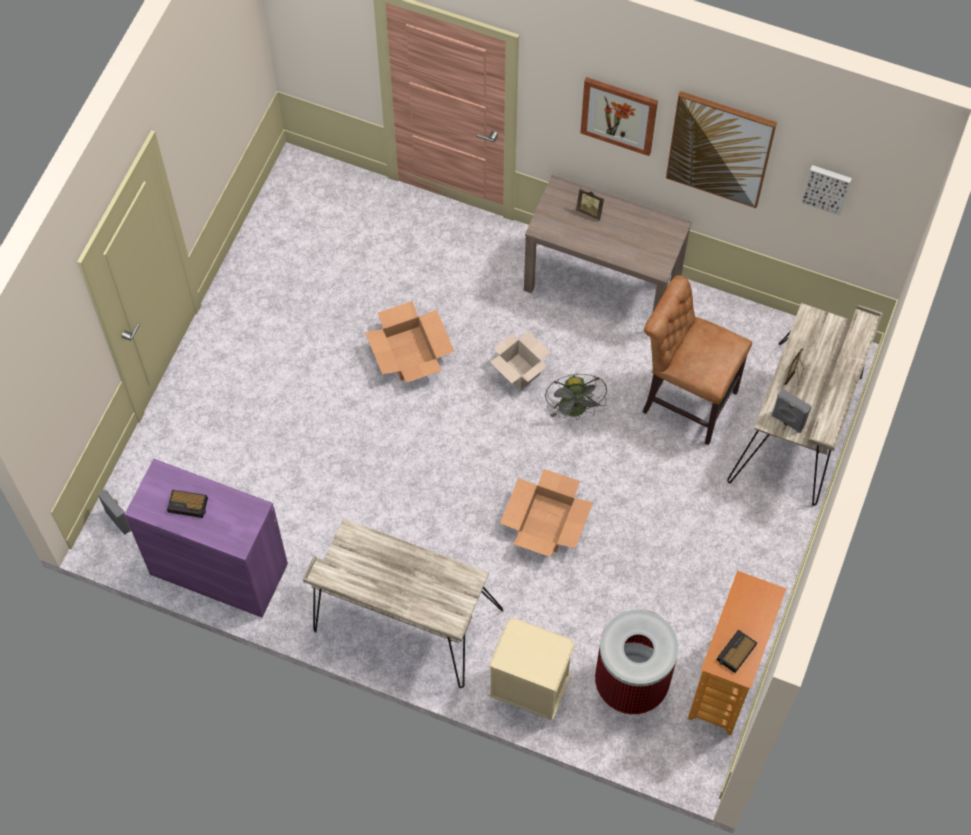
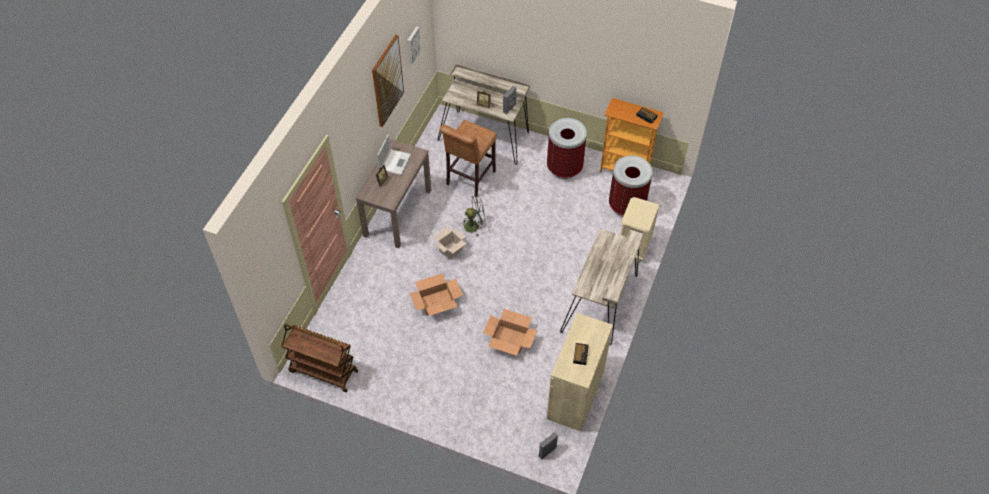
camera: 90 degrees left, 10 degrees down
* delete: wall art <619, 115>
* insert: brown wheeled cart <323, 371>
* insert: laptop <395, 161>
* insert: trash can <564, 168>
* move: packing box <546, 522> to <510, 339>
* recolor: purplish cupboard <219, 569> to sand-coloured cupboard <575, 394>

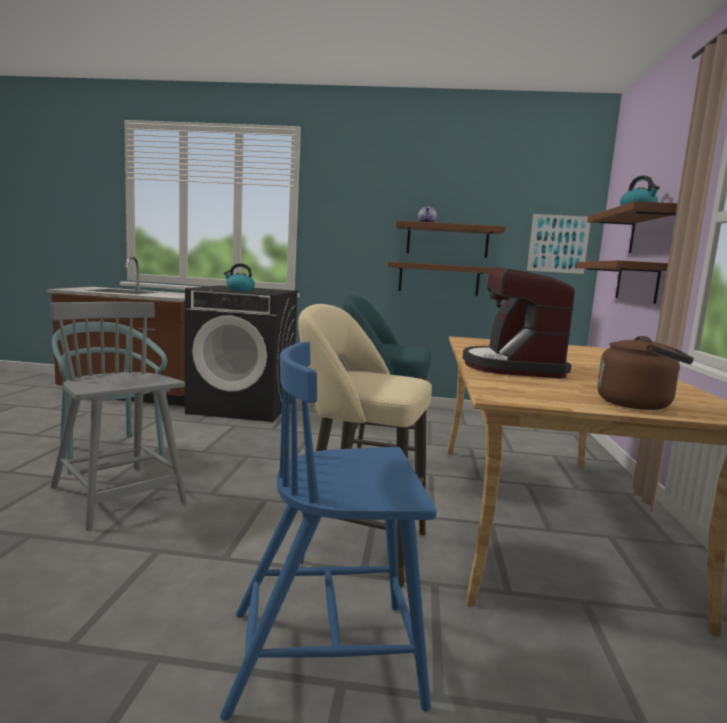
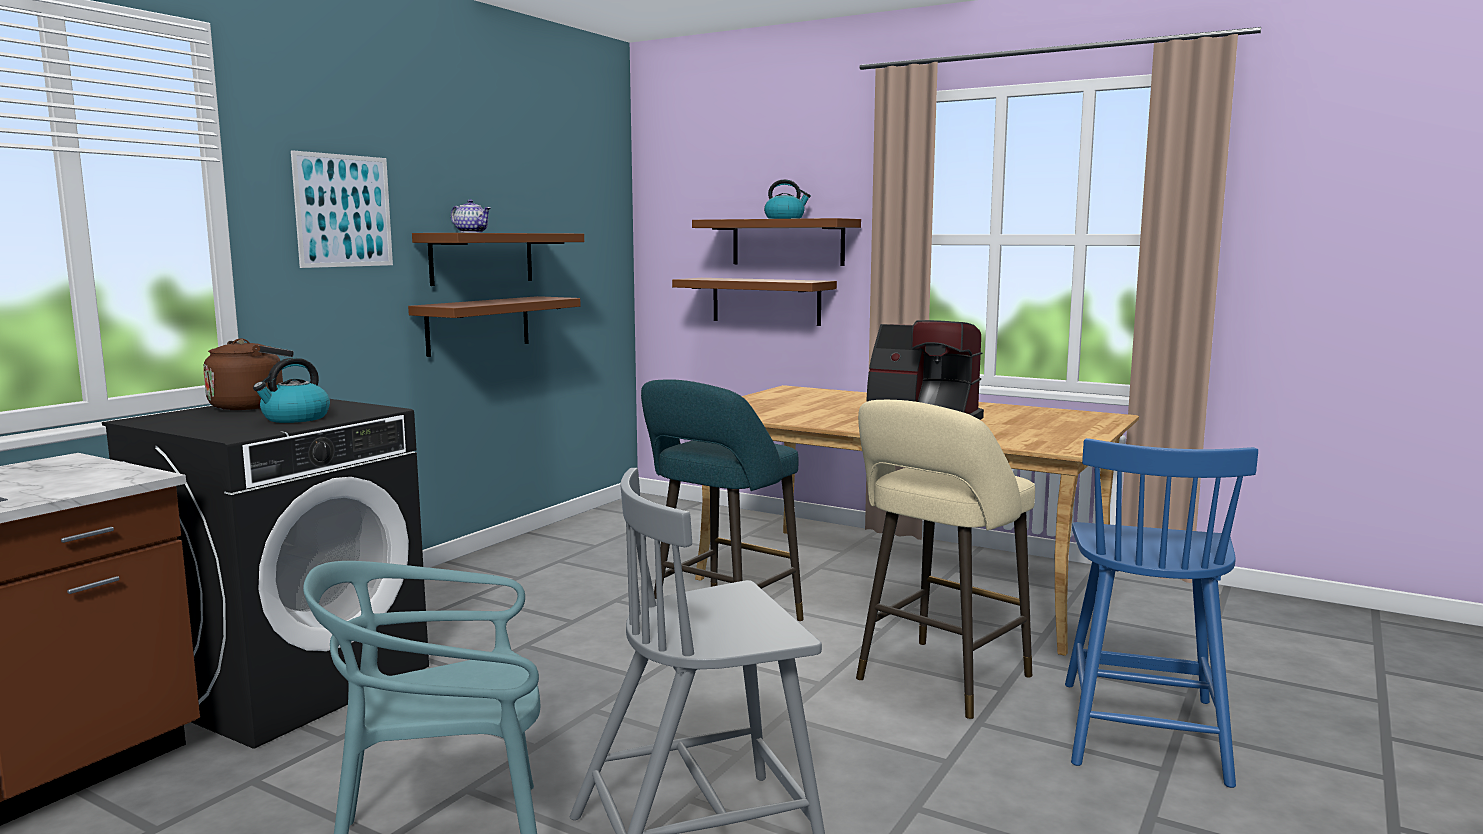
camera: 65 degrees left, 0 degrees up
* move: wall art <558, 244> to <343, 211>
* move: brown kettle <638, 404> to <251, 406>

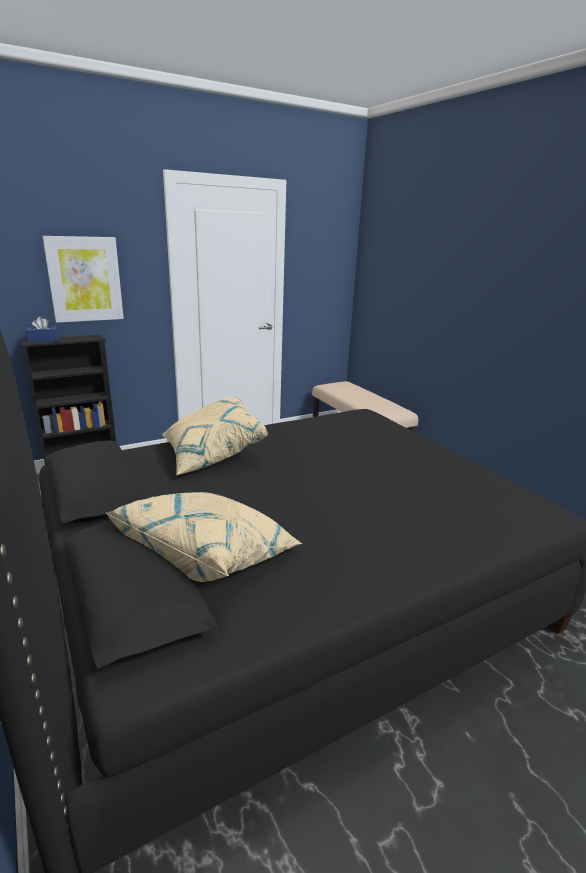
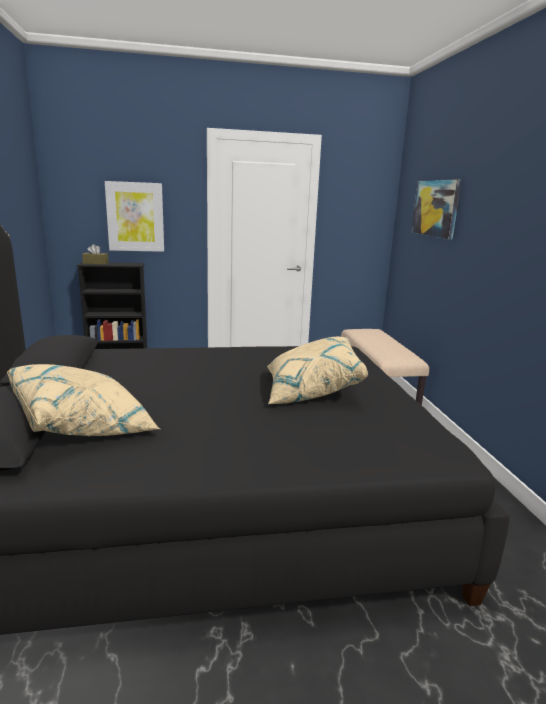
camera: 20 degrees right, 5 degrees down
* insert: wall art <436, 208>
* move: sand-coloured throw pillow <211, 454> to <310, 391>
* recolor: blue-coloured tissue holder <43, 340> to brown tissue holder <95, 263>

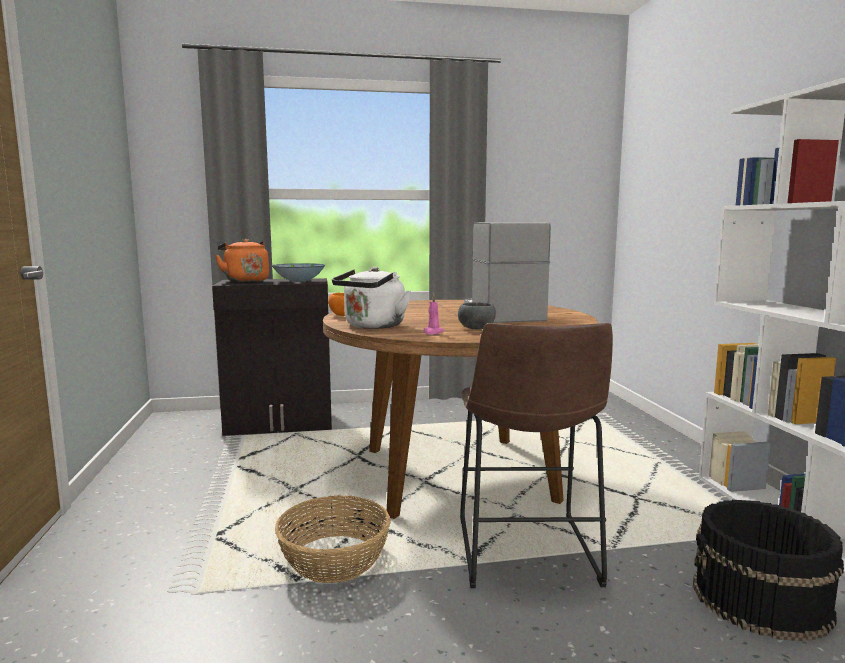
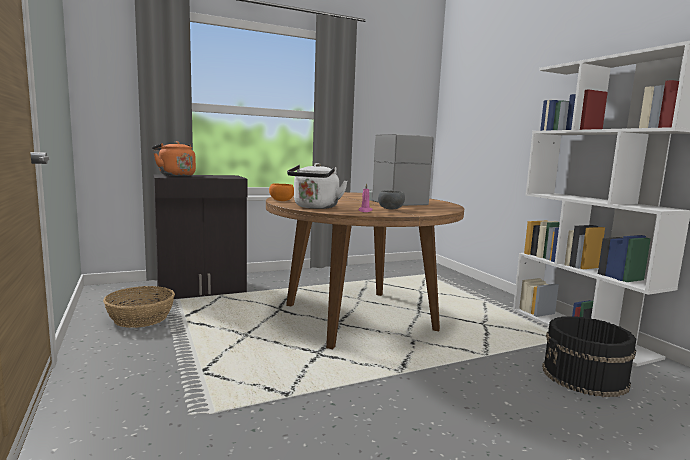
camera: 15 degrees left, 0 degrees up
* delete: serving bowl <299, 281>
* delete: brown stool <526, 556>
* move: household basket <334, 558> to <141, 318>

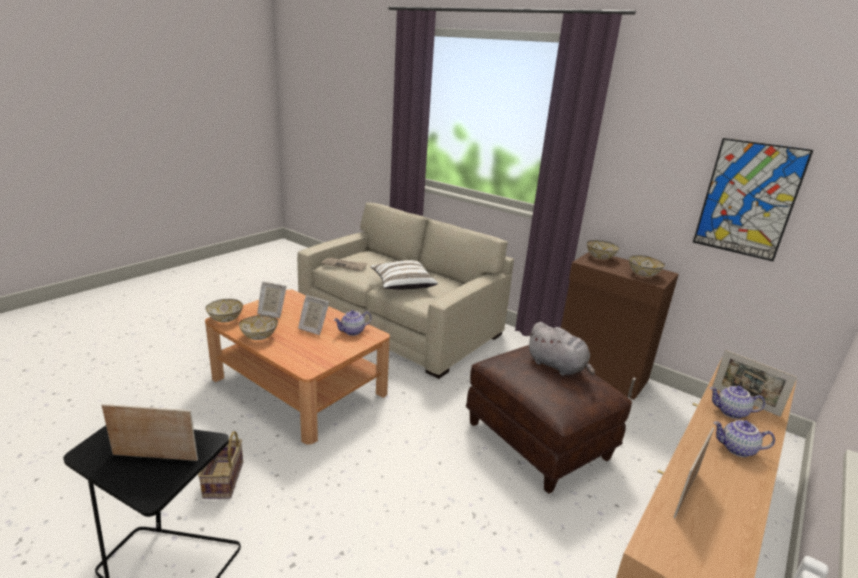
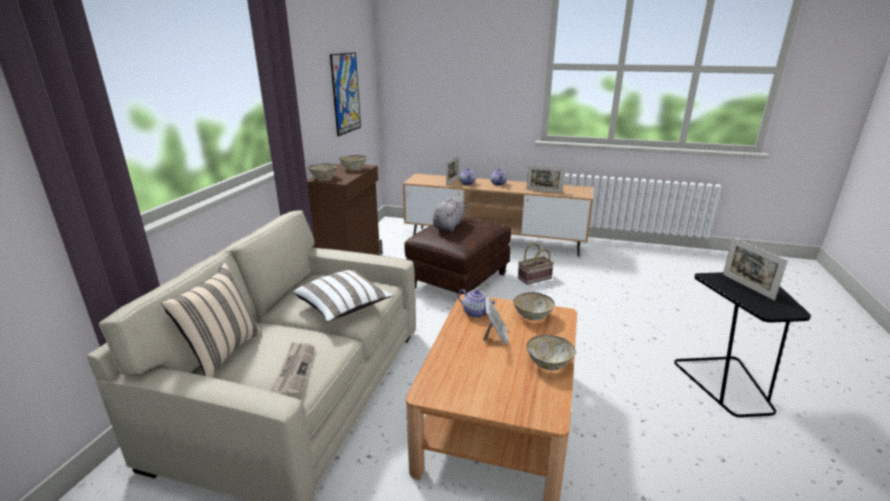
camera: 110 degrees left, 0 degrees up
* delete: photo frame <271, 313>
* insert: sand-coloured throw pillow <223, 352>
* move: household basket <223, 479> to <534, 279>
* move: serving bowl <225, 319> to <533, 316>

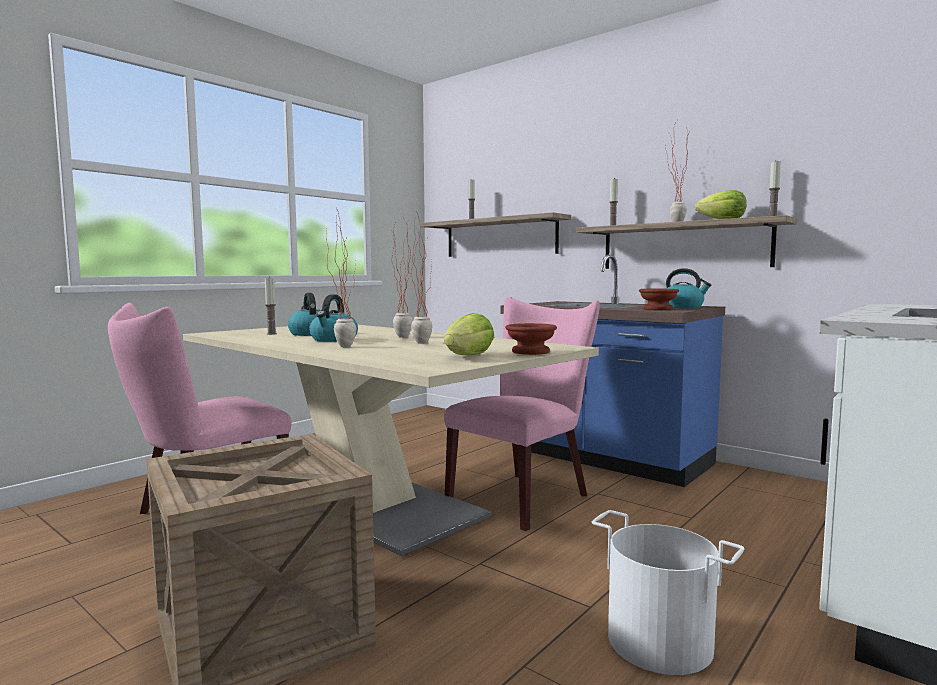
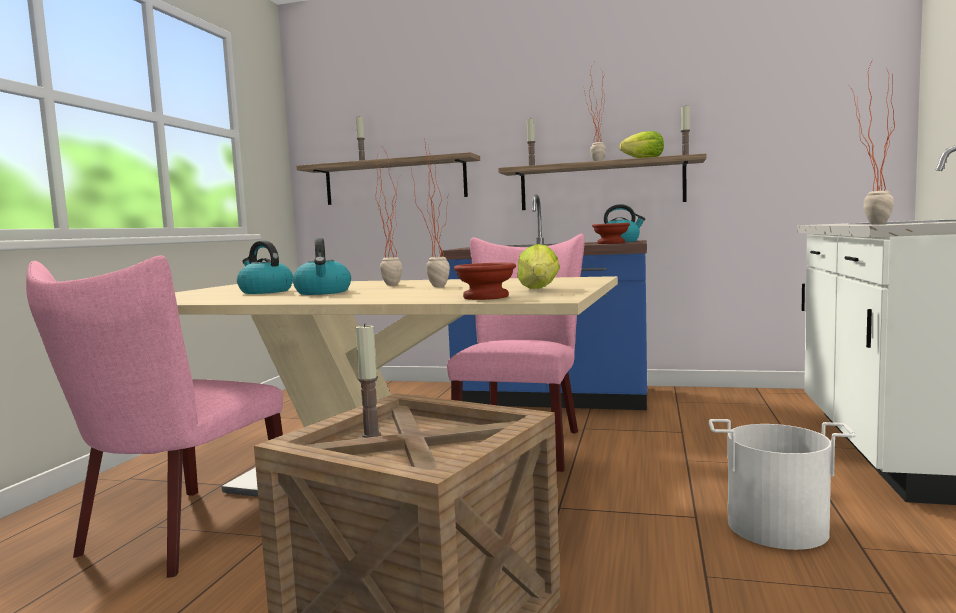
camera: 25 degrees left, 0 degrees up
* move: wax candle <271, 334> to <371, 434>
* move: houseplant <343, 345> to <868, 224>
* move: brown serving bowl <529, 352> to <485, 297>

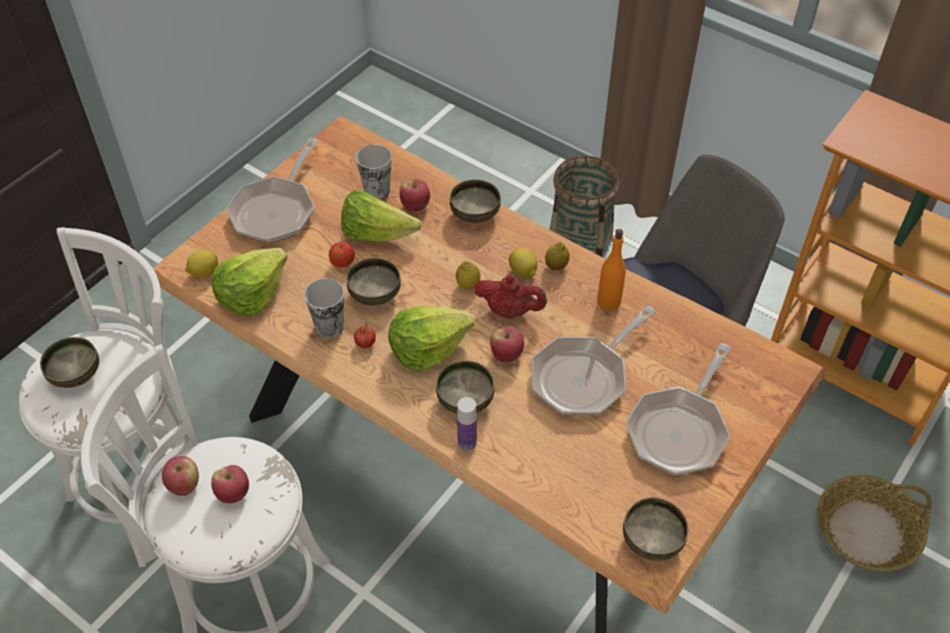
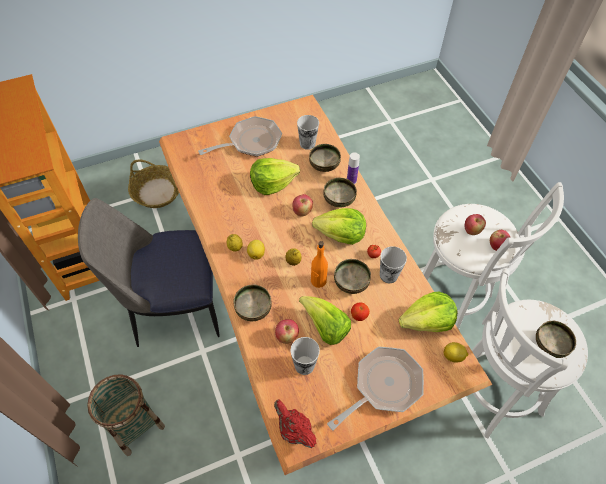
camera: 150 degrees left, 5 degrees up
* insert: small cup <307, 143>
* move: red teapot <510, 311> to <293, 430>
* move: orange beverage bottle <608, 301> to <318, 281>
* move: serving bowl <651, 540> to <324, 166>
* replace: pan <584, 376> to head of lettuce <272, 183>

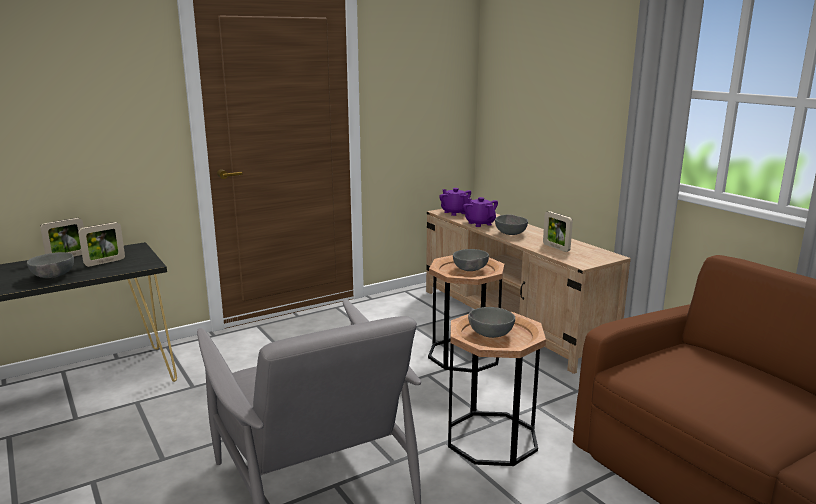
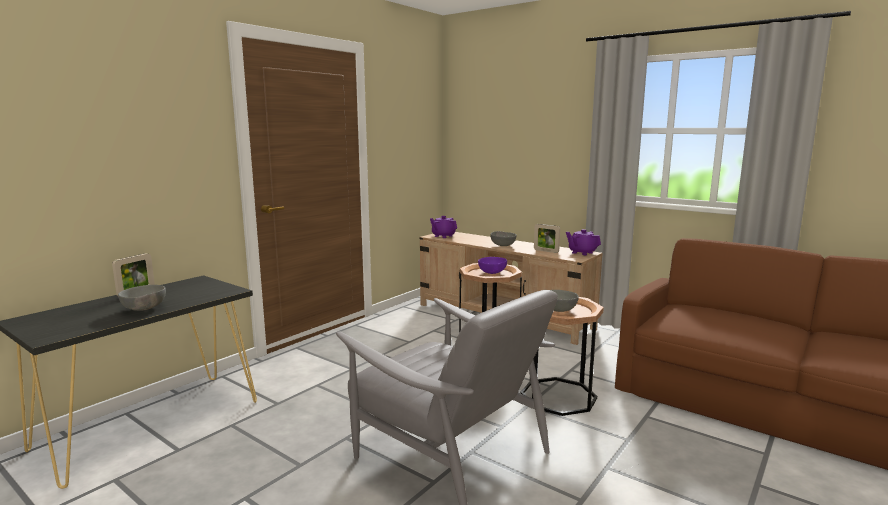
camera: 20 degrees left, 5 degrees down
* delete: photo frame <105, 262>
* move: purplish teapot <480, 223> to <582, 252>
* recolor: gray serving bowl <470, 270> to purplish serving bowl <492, 273>

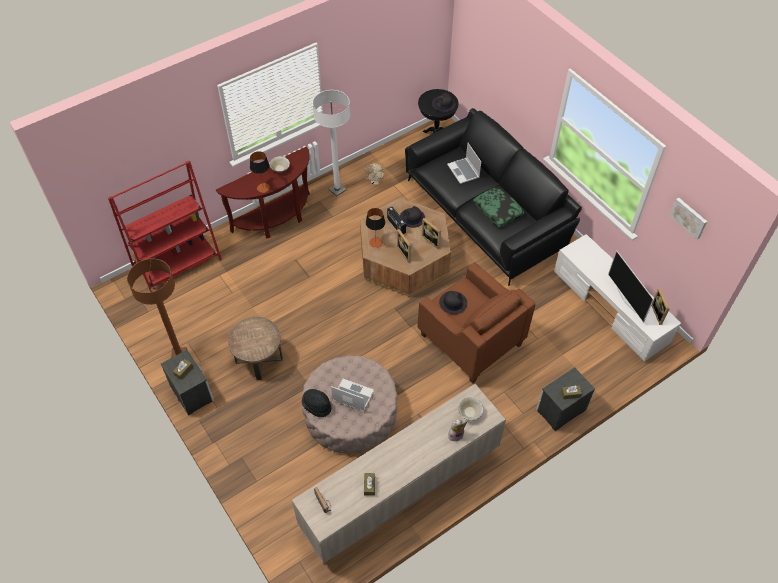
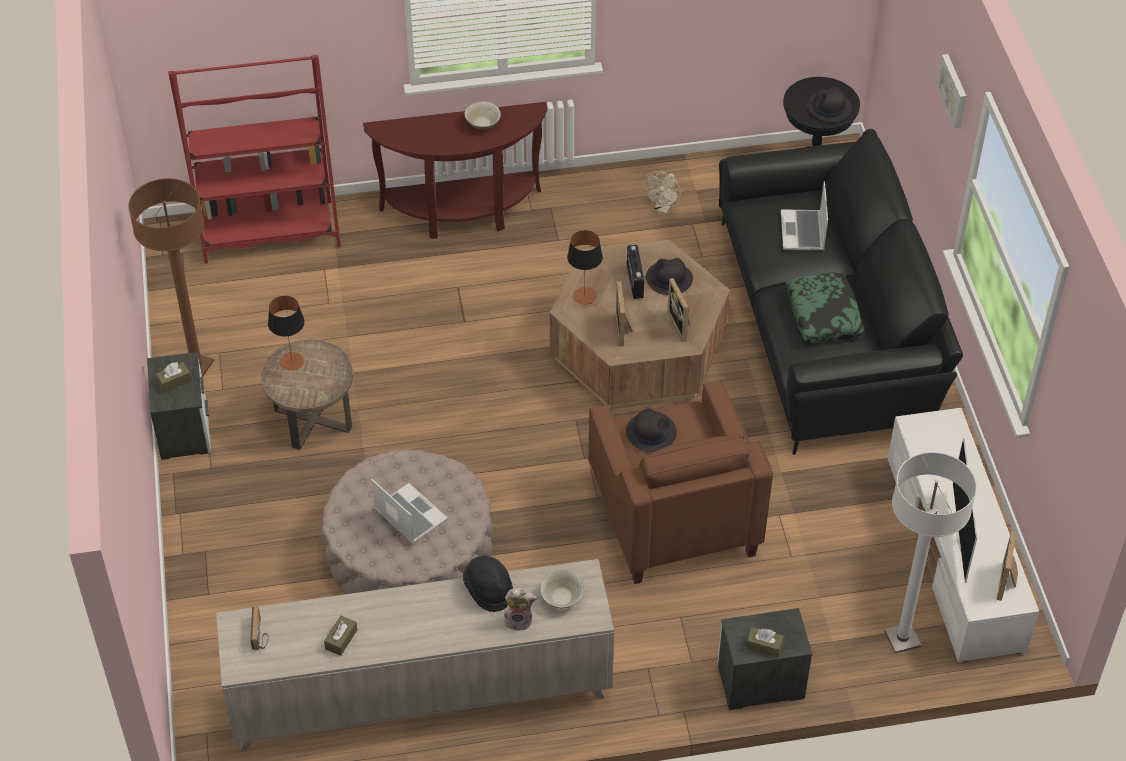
camera: 25 degrees right, 5 degrees down
* move: lamp for a table <263, 188> to <291, 361>
* move: blackish wearable hat <317, 406> to <489, 590>
* move: white standard lamp <337, 190> to <902, 639>
* move: wall art <689, 217> to <954, 90>

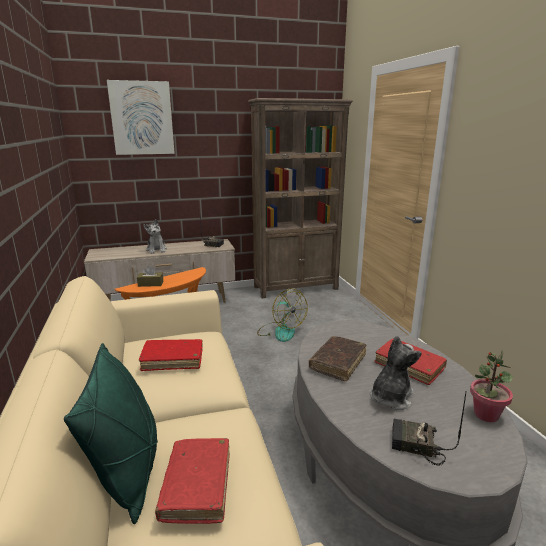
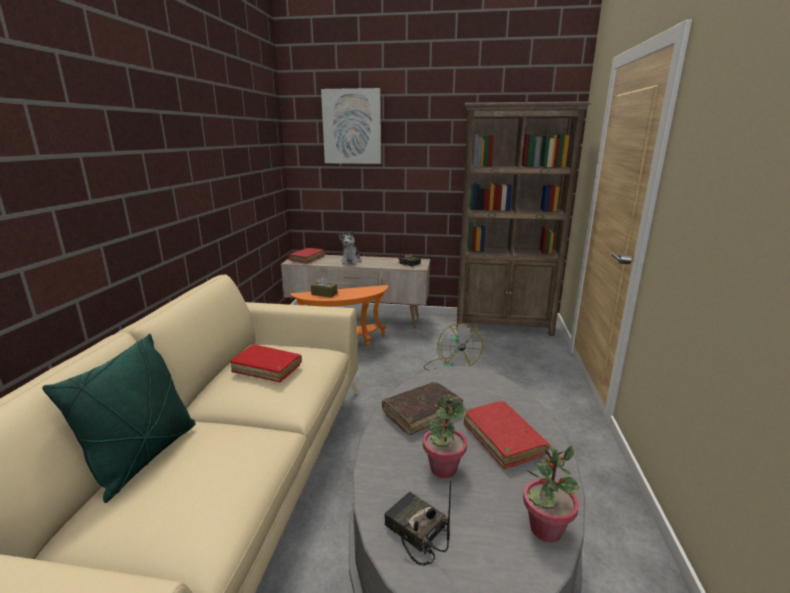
camera: 25 degrees right, 0 degrees up
* move: red volume <197, 486> to <307, 259>
* replace: cuddly toy <390, 397> to houseplant <443, 468>

